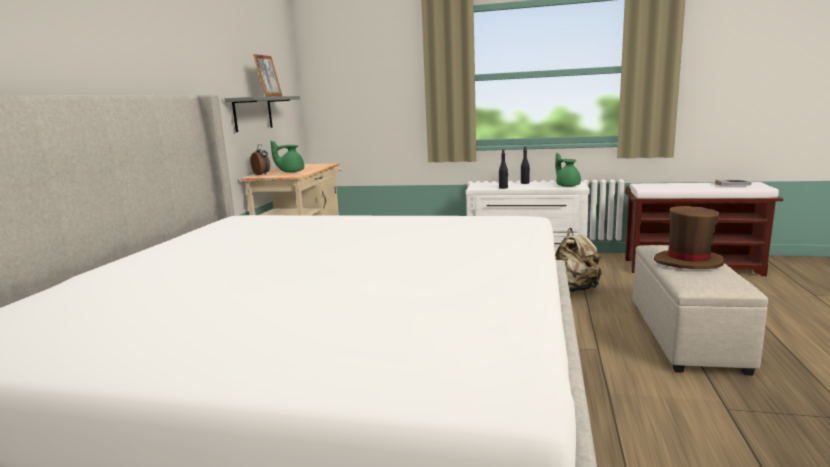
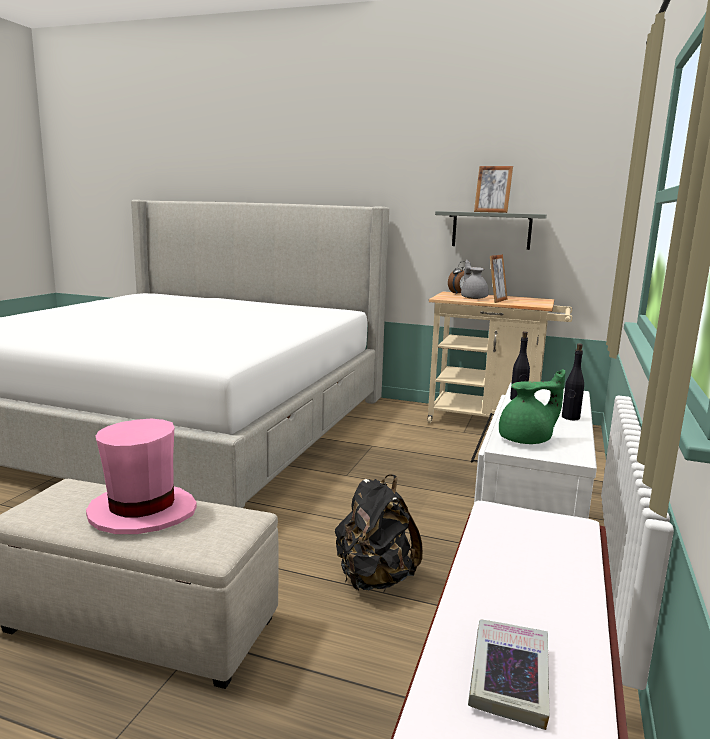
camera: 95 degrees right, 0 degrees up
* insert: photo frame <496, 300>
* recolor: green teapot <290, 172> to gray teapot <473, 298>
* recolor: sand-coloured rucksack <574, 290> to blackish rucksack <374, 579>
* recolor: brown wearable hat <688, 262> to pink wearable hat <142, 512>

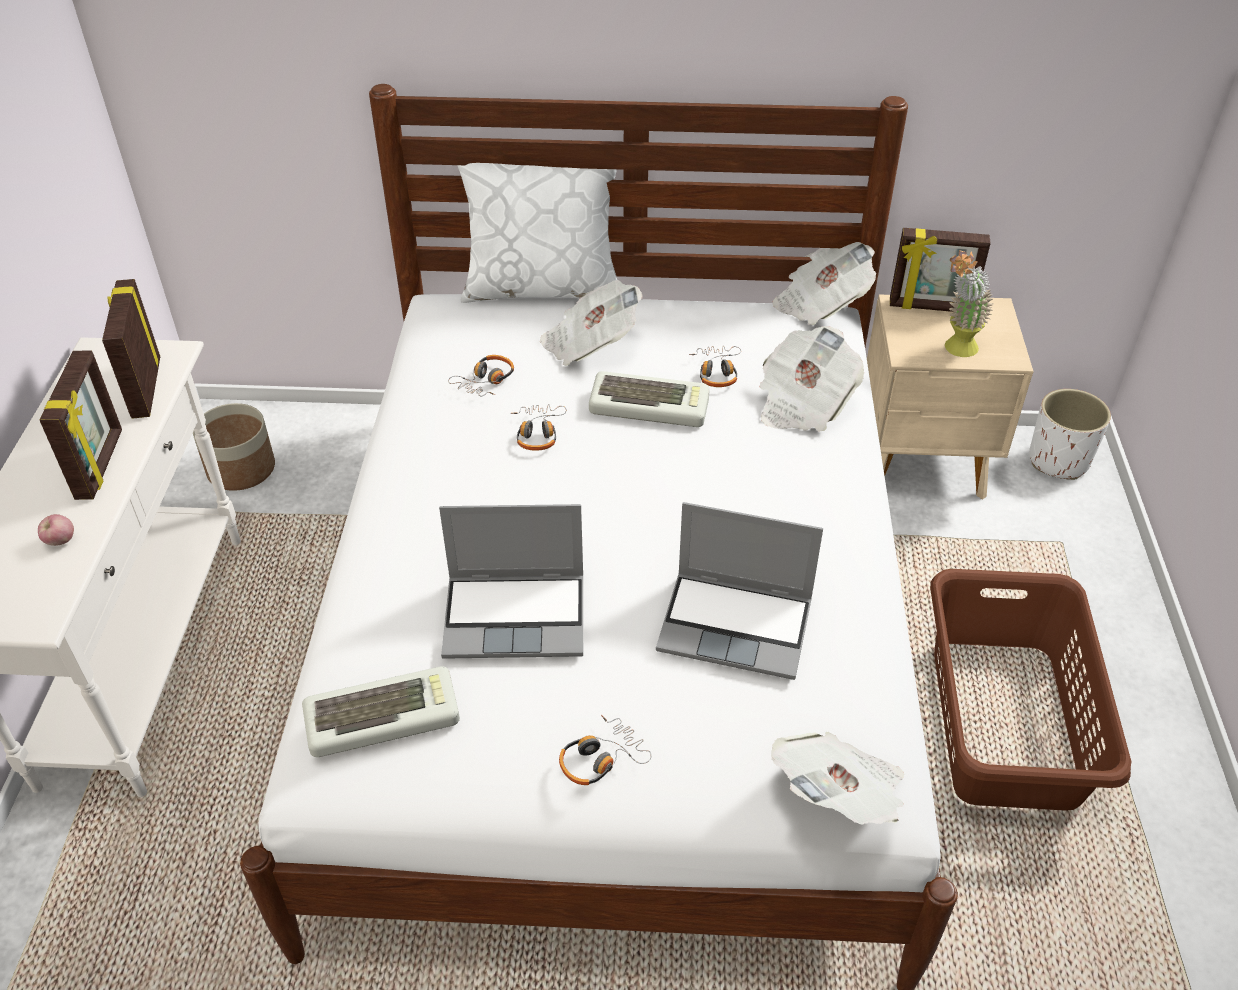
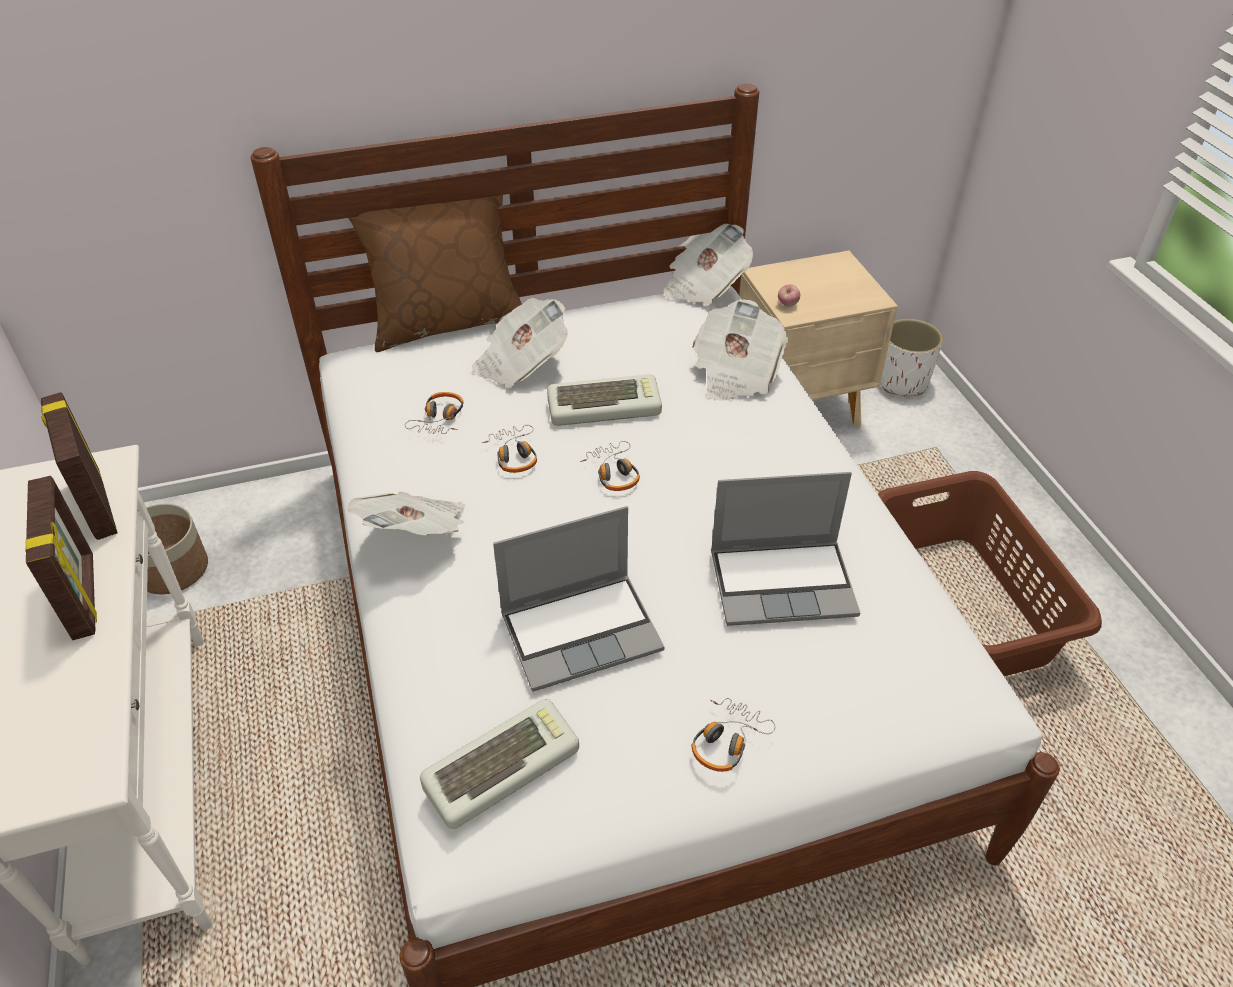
camera: 20 degrees left, 0 degrees up
* delete: photo frame <930, 307>
* delete: houseplant <955, 350>
* move: apple fruit <60, 541> to <787, 305>
* move: headset <716, 372> to <613, 472>
* move: newspaper <839, 796> to <416, 533>
* recolor: white throw pillow <543, 287> to brown throw pillow <447, 322>

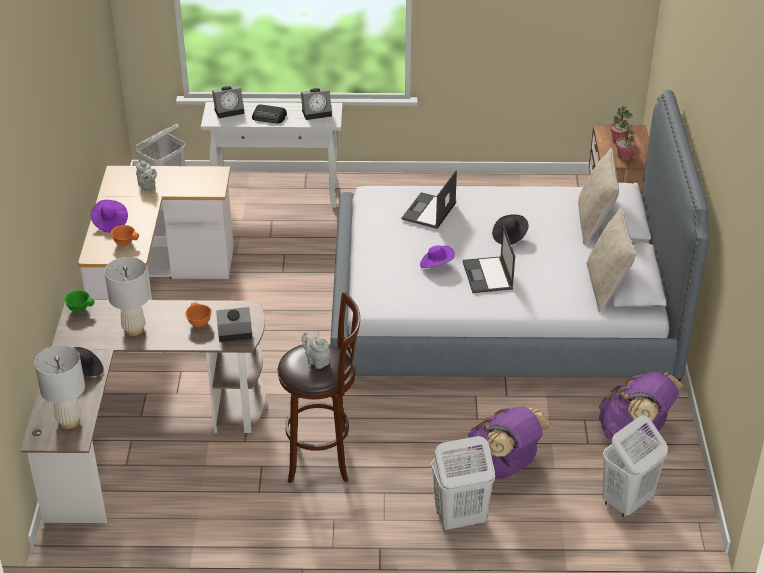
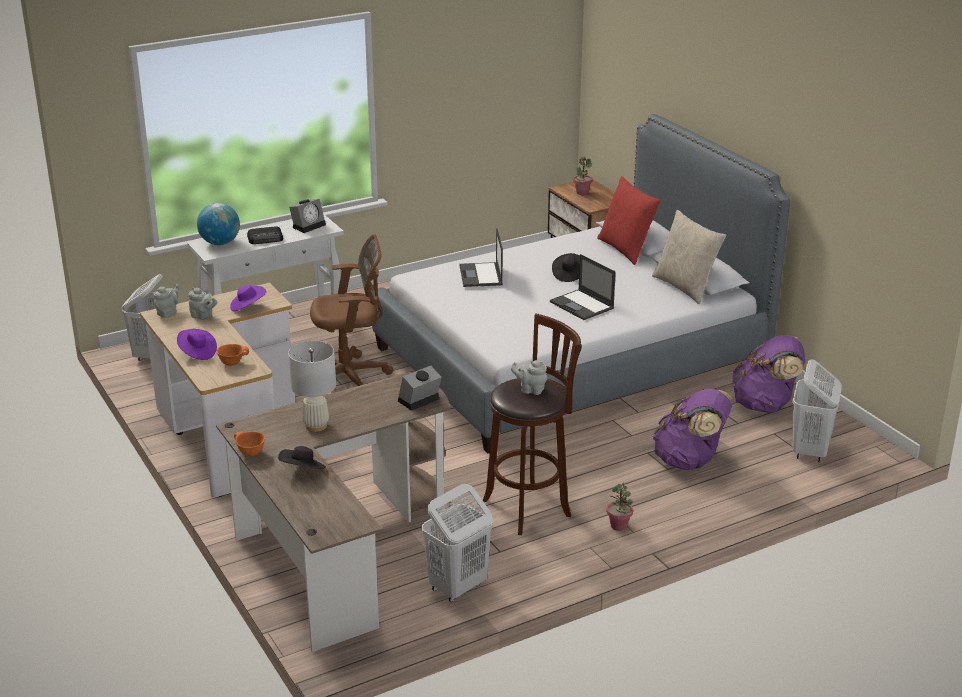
camera: 30 degrees left, 10 degrees down
* delete: white lamp for a table <69, 421>
* delete: green serving bowl <79, 309>
* insert: gray teapot <168, 312>
* insert: brown computer chair <349, 376>
* move: orange serving bowl <198, 323> to <250, 453>
* move: purplish wearable hat <436, 264> to <247, 307>
* move: white washing basket <459, 519> to <457, 587>
* move: houseplant <624, 157> to <619, 526>
* replace: alarm clock <230, 110> to globe <220, 243>
* recolor: sand-coloured throw pillow <594, 223> to red throw pillow <626, 249>

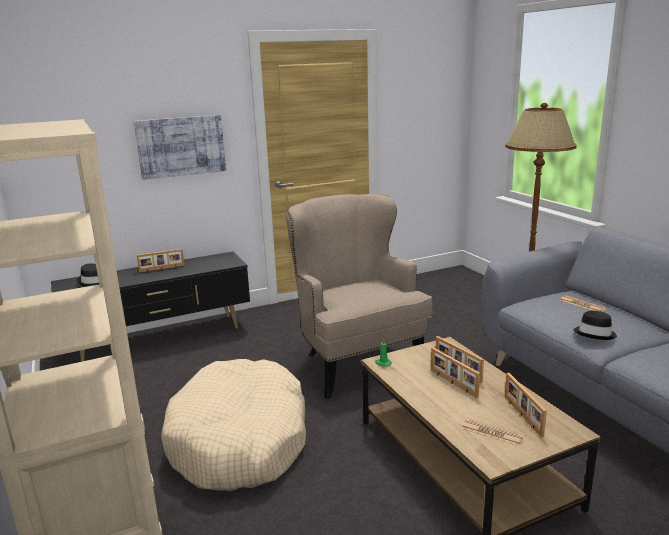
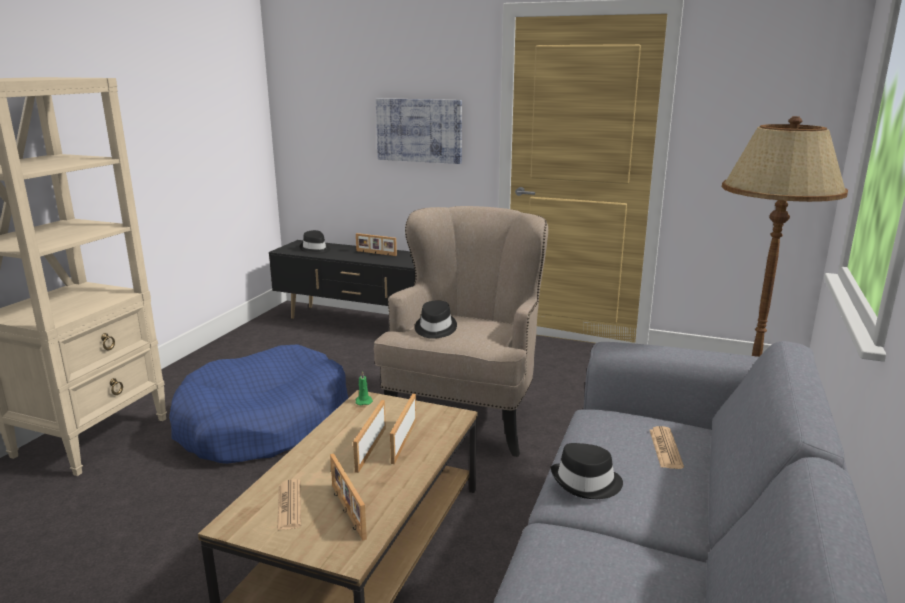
camera: 45 degrees right, 0 degrees up
* insert: blackish wearable hat <435, 328>
* recolor: sand-coloured pet bed <240, 440> to blue-coloured pet bed <263, 424>
* rotate: photo frame <522, 416> = <347, 511> 60 degrees counterclockwise

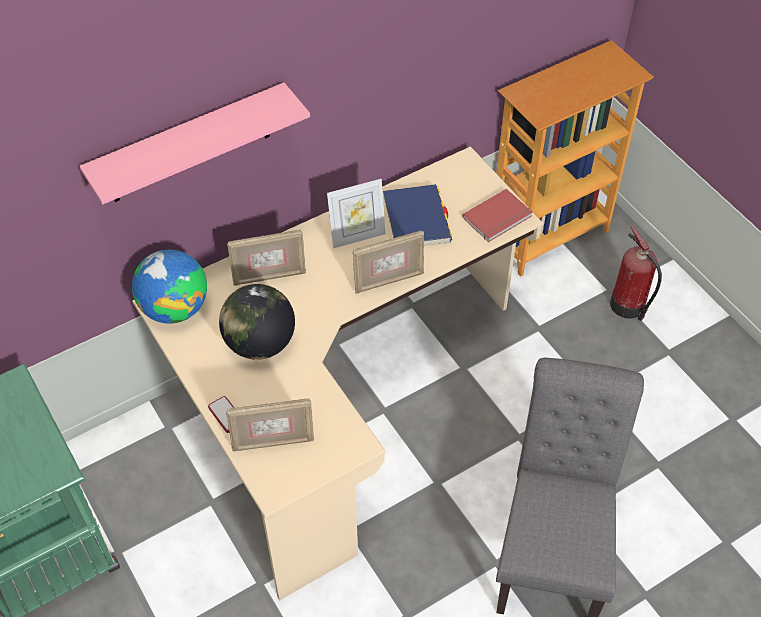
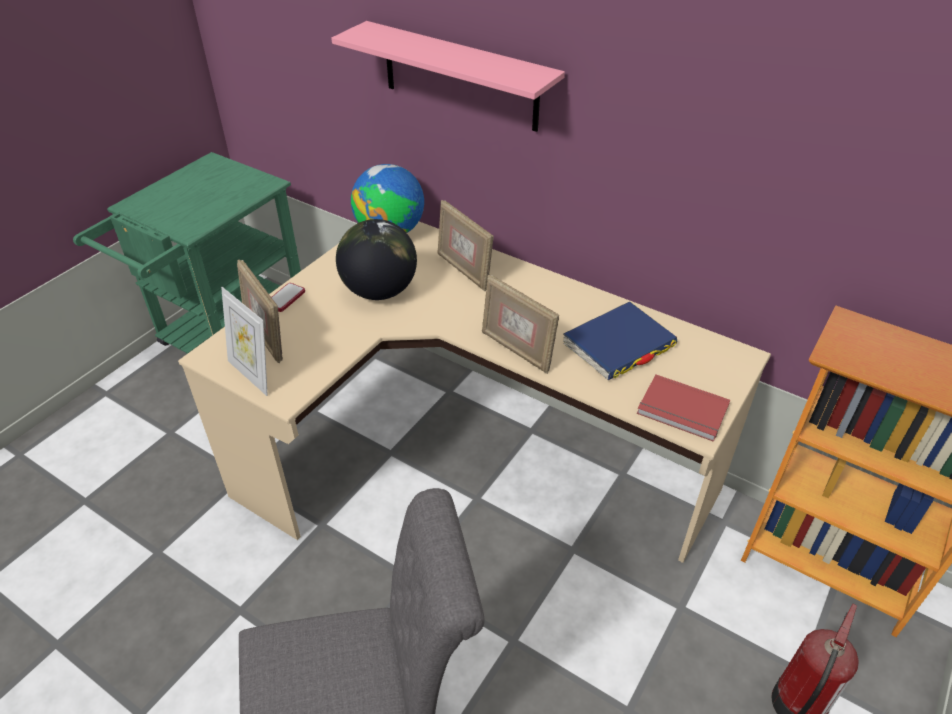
camera: 65 degrees right, 10 degrees down
* move: photo frame <357, 237> to <253, 374>

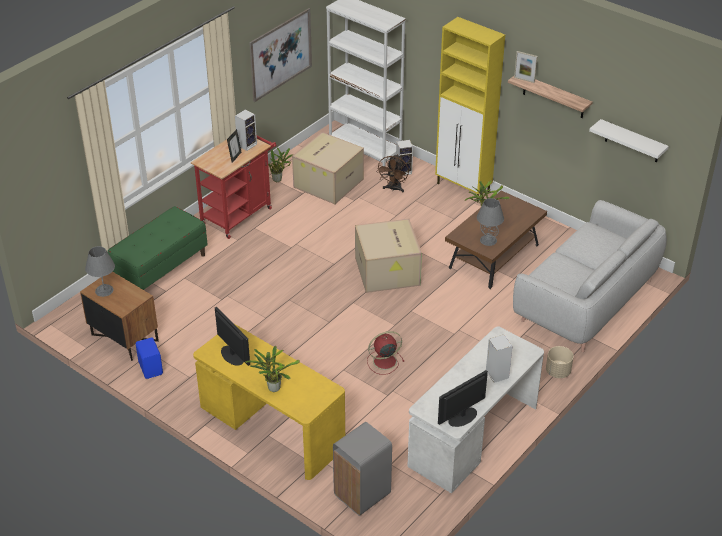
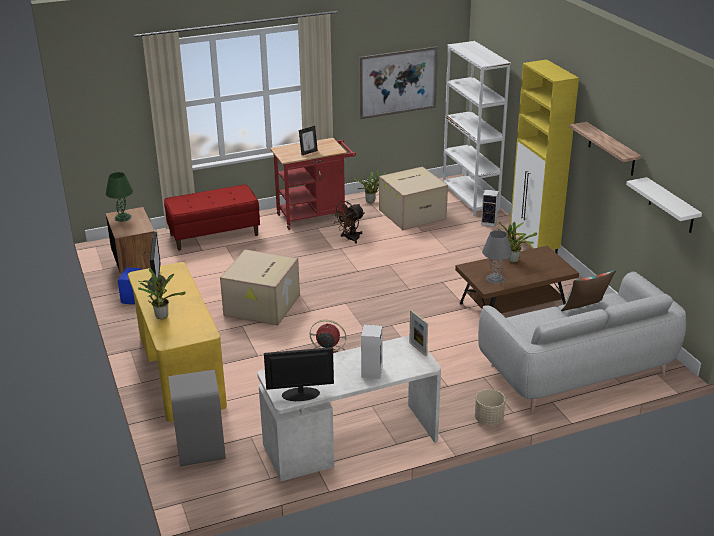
camera: 30 degrees right, 10 degrees down
* delete: loudspeaker <247, 144>
* insert: throw pillow <585, 309>
* move: packing box <388, 271> to <262, 306>
* move: brown fan <393, 189> to <350, 239>
* move: photo frame <524, 80> to <418, 349>
* recolor: gray lamp for a table <104, 290> to green lamp for a table <123, 217>
* recolor: green bench <161, 269> to red bench <214, 235>

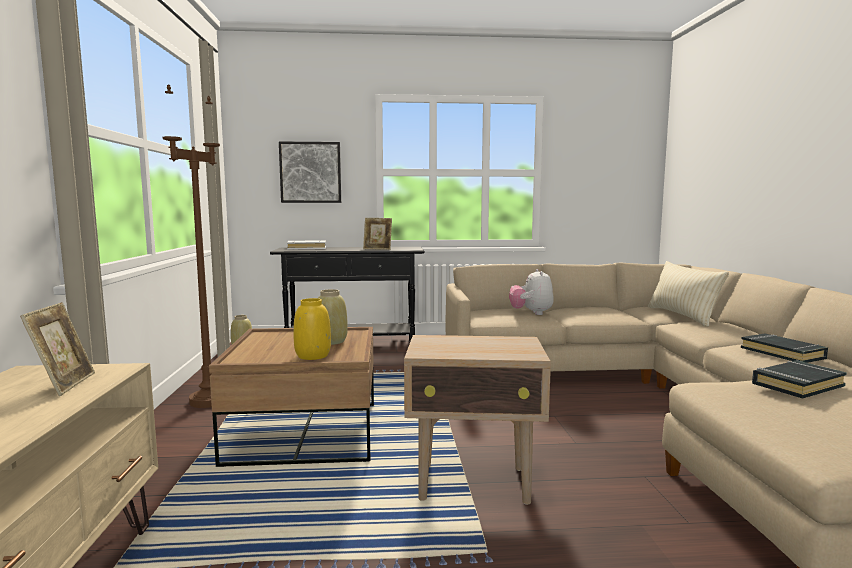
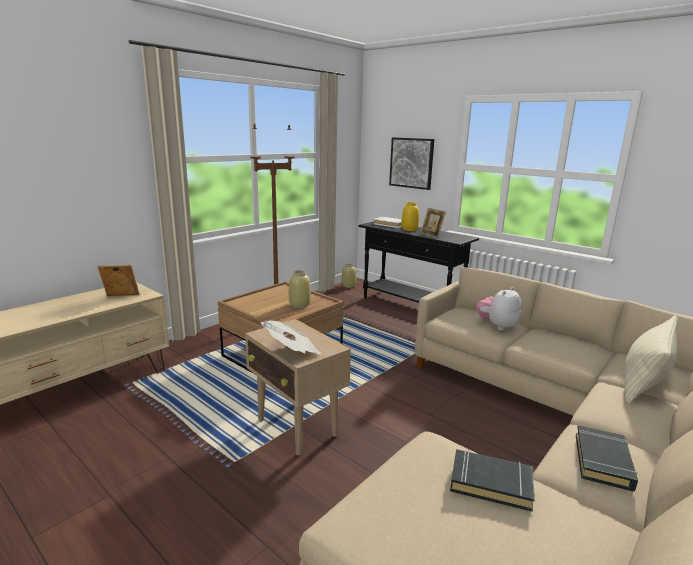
camera: 45 degrees right, 10 degrees up
* insert: newspaper <292, 351>
* move: yellow-coloured flower vase <312, 356> to <409, 229>
* rotate: photo frame <64, 384> = <121, 297> 135 degrees counterclockwise

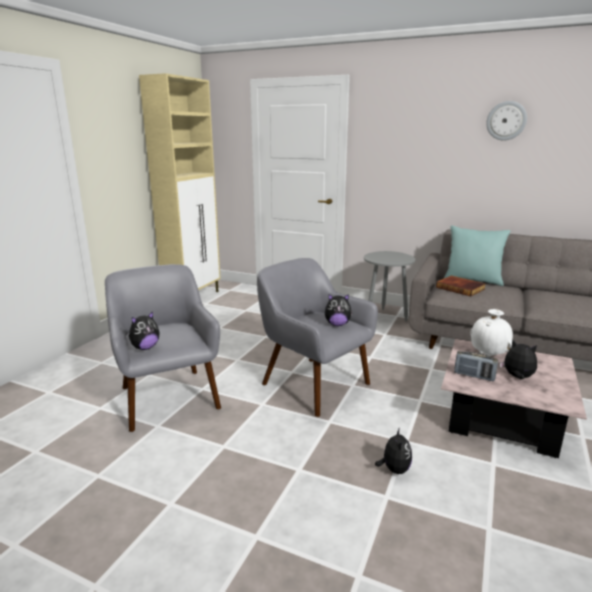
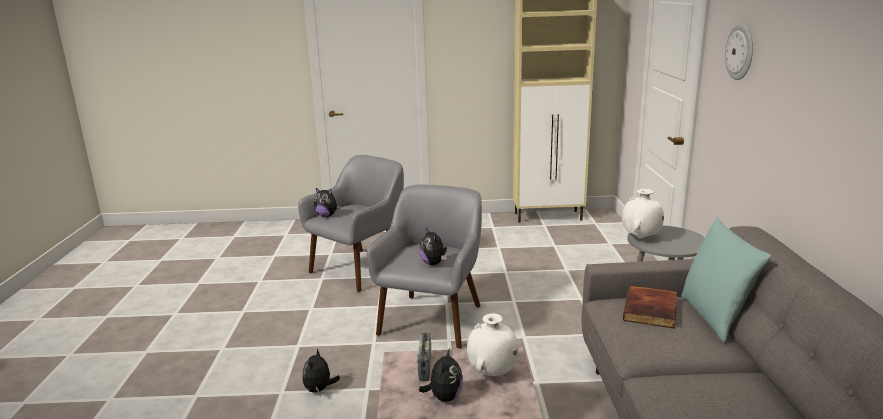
camera: 65 degrees right, 0 degrees up
* insert: white flower vase <640, 238>
* move: wall clock <506, 121> to <740, 52>
* rotate: cuddly toy <394, 469> = <319, 389> 120 degrees clockwise

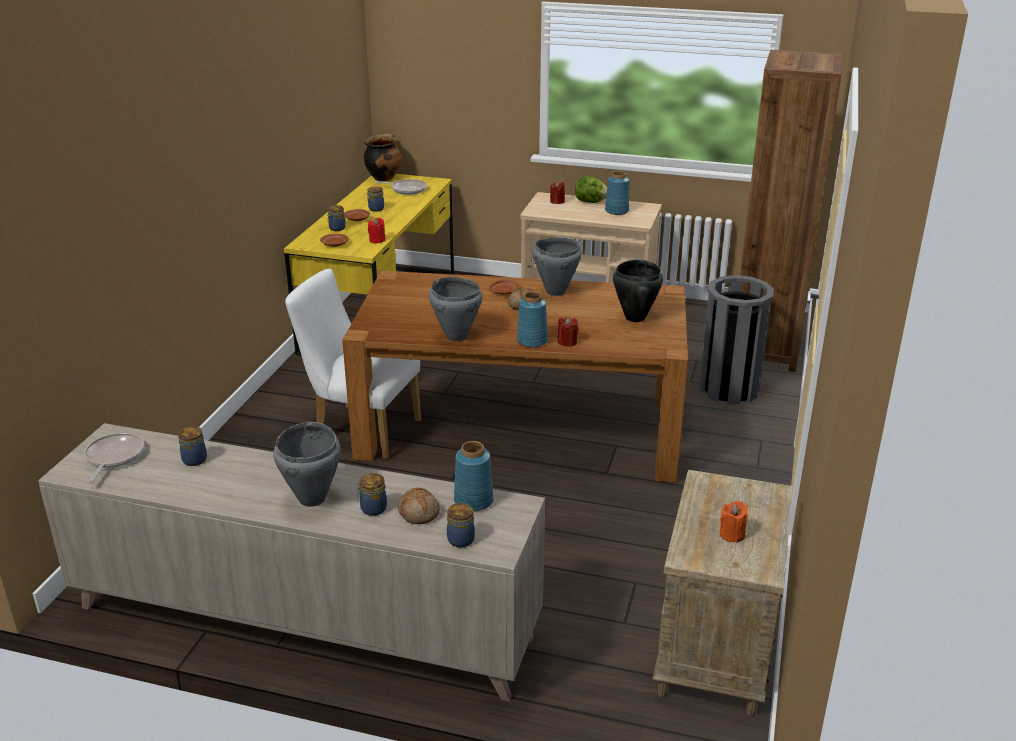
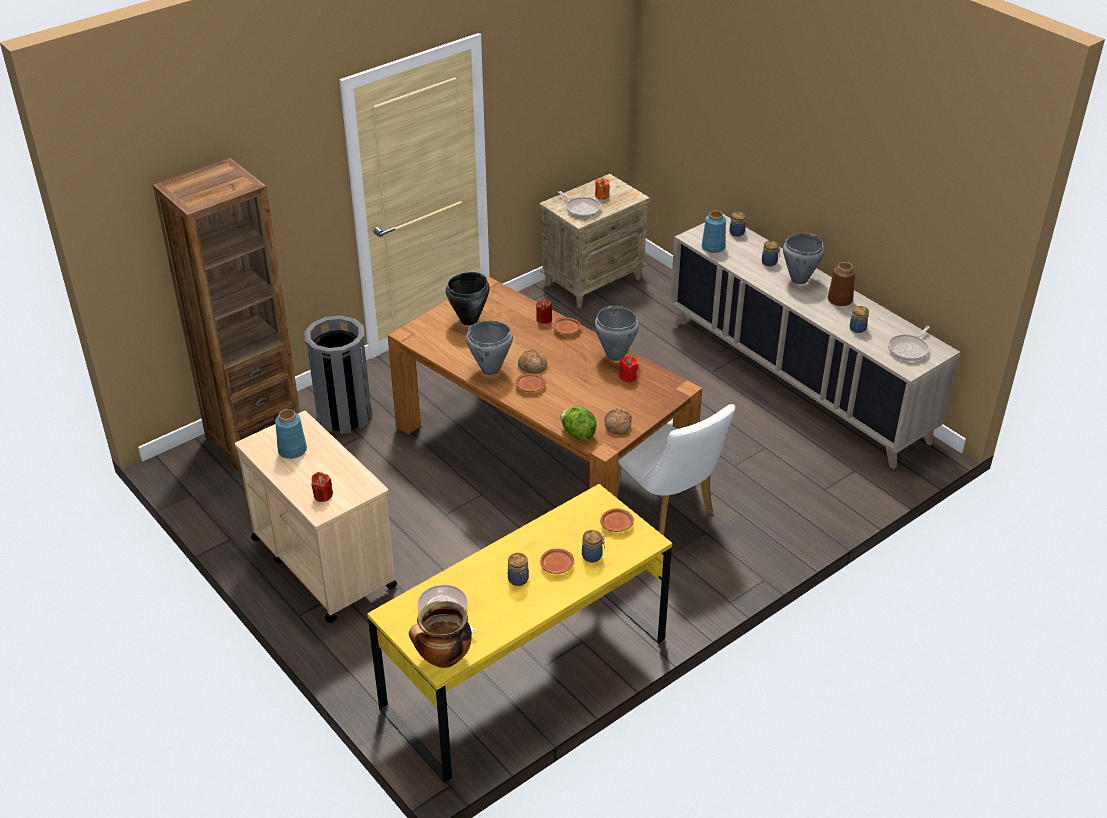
camera: 145 degrees left, 10 degrees up
* insert: pan <581, 209>
* insert: brown flower vase <840, 299>
* move: red wax candle <377, 240> to <628, 377>
* move: bread <419, 513> to <617, 425>
* move: head of lettuce <590, 202> to <577, 434>
* replace: blue-coloured flower vase <532, 341> to brown flat dish <567, 330>

